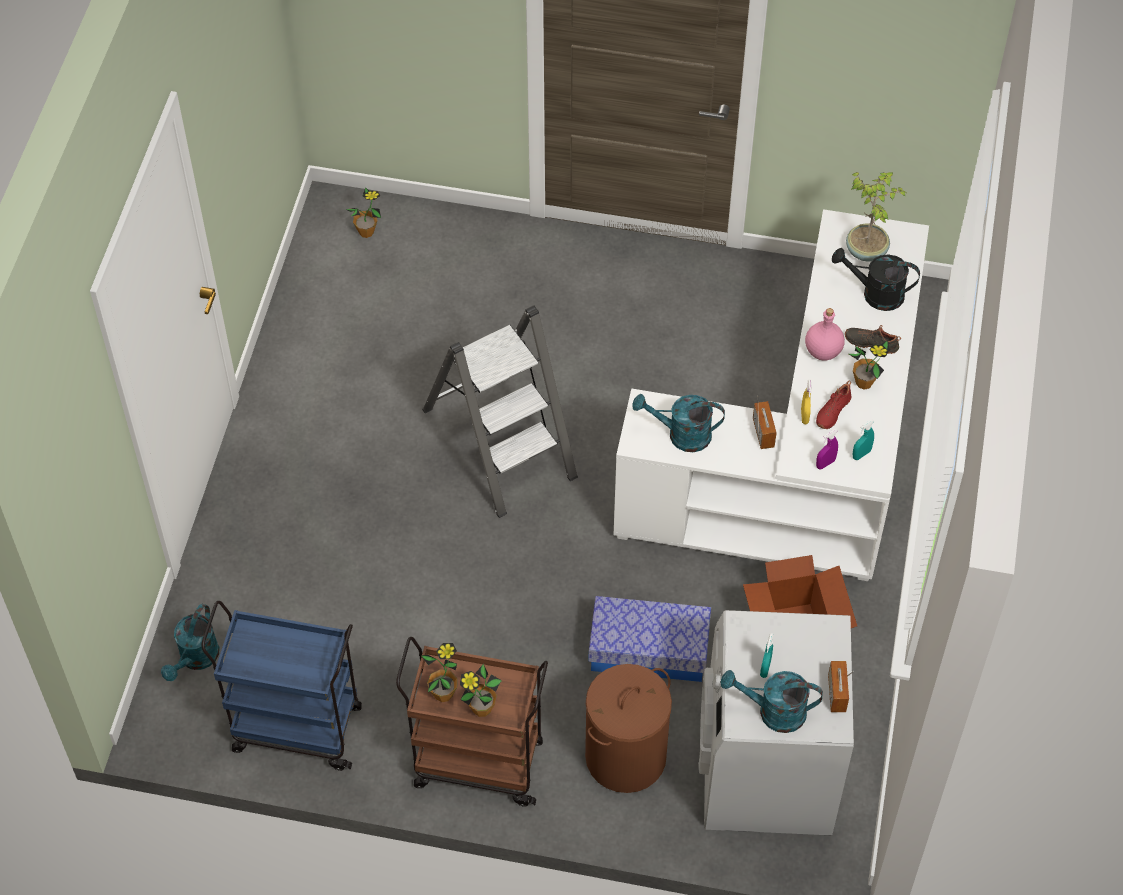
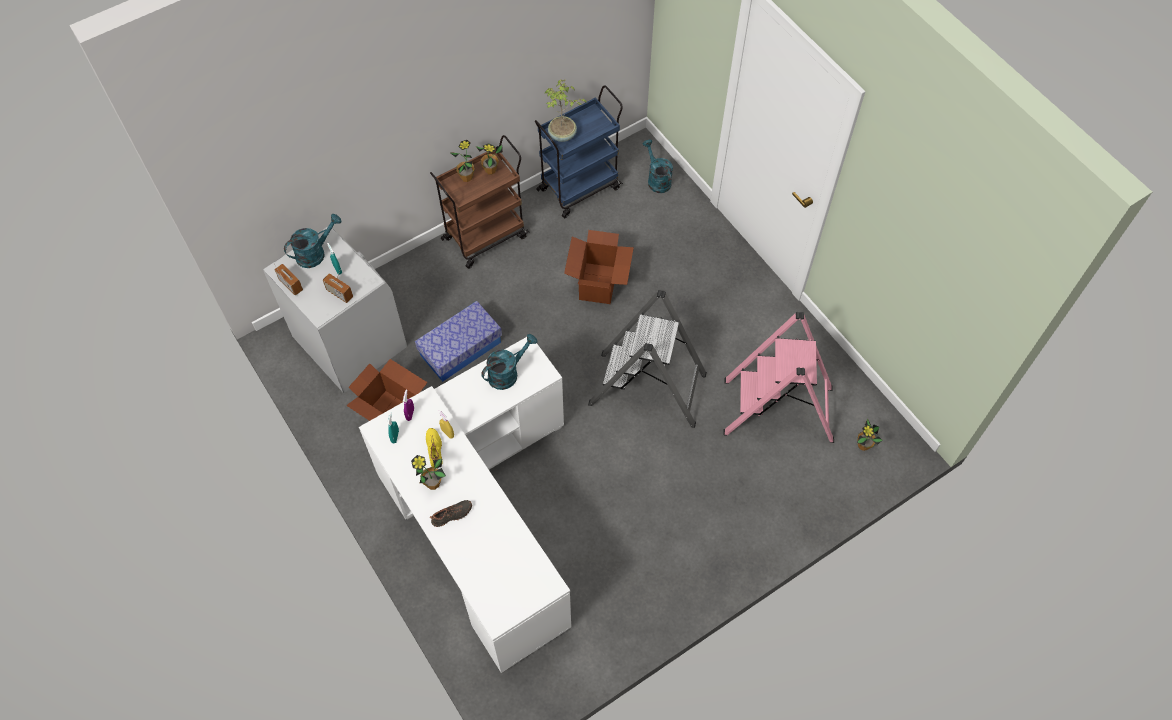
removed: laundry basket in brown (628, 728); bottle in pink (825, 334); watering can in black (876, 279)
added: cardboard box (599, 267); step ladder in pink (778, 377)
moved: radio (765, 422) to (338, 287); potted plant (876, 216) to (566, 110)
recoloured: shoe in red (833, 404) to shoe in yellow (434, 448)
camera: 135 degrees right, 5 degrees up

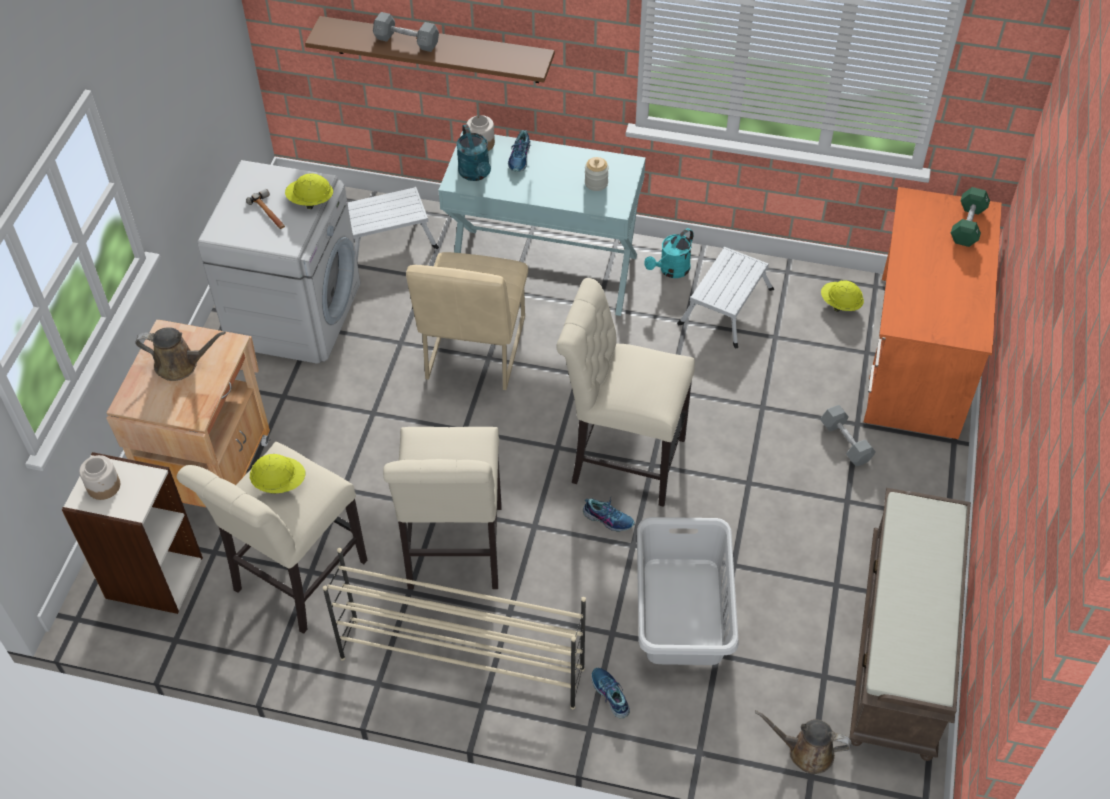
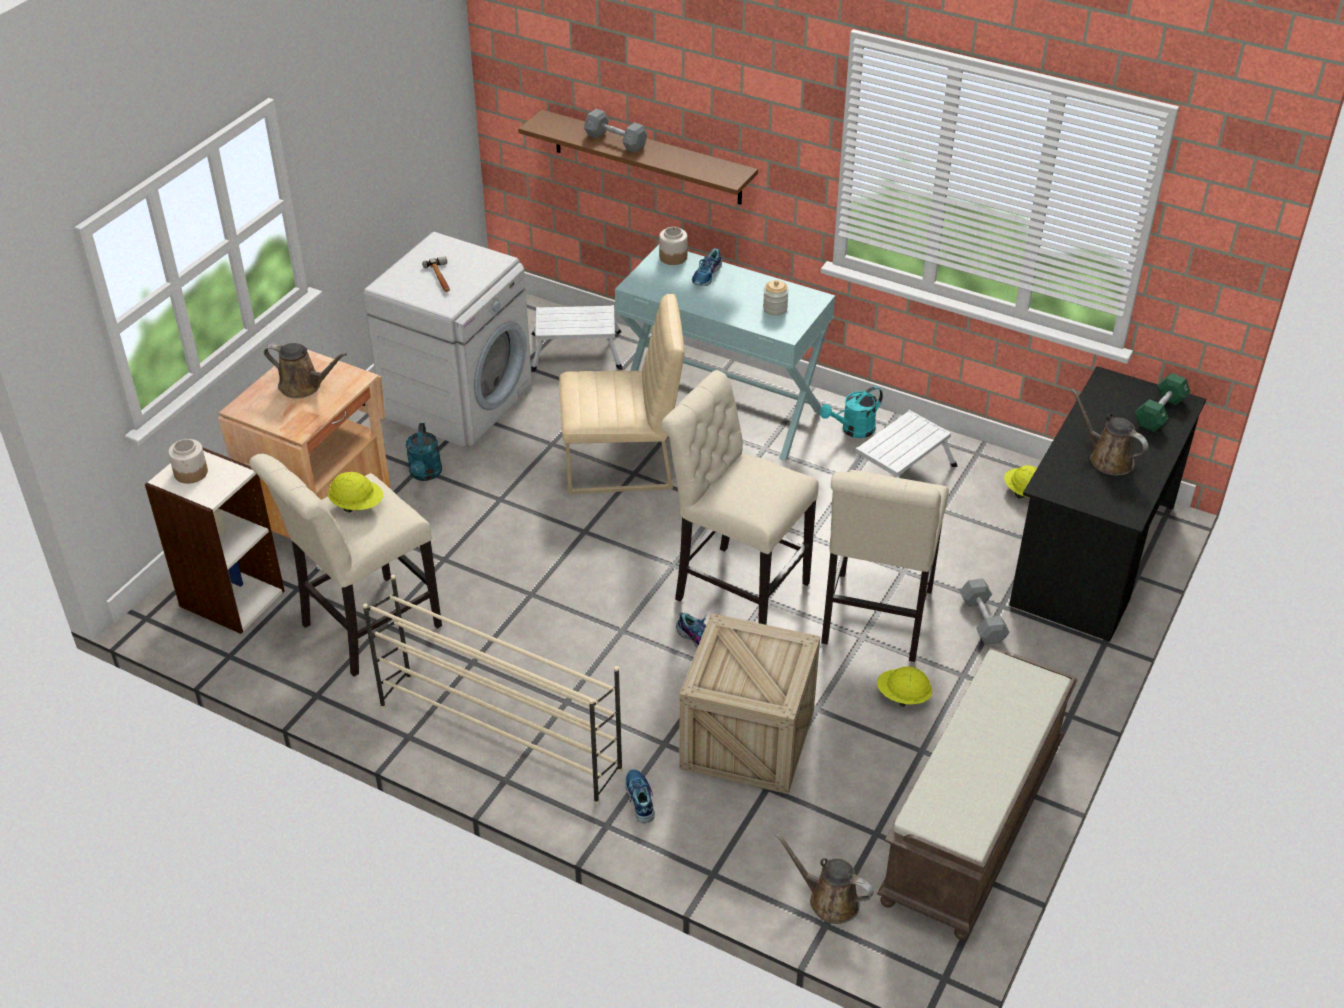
added: watering can in brown (1109, 431)
moved: hard hat in yellow (309, 191) to (905, 686); stool in beige (442, 508) to (885, 566); watering can in turquoise (473, 152) to (424, 452)
replaced: laundry basket in grey (688, 591) to crate (749, 703)
recoloured: desk in orange (933, 313) to desk in black (1107, 504)
turned: chair in beige (467, 321) = (621, 394) 120 degrees counterclockwise
camera: 15 degrees right, 10 degrees down

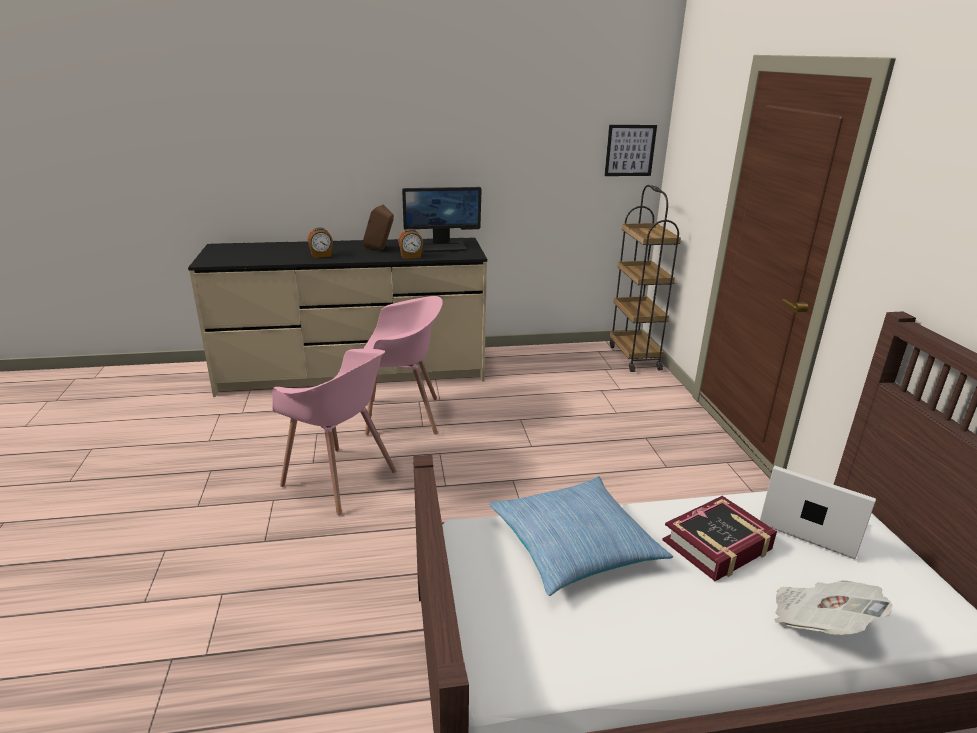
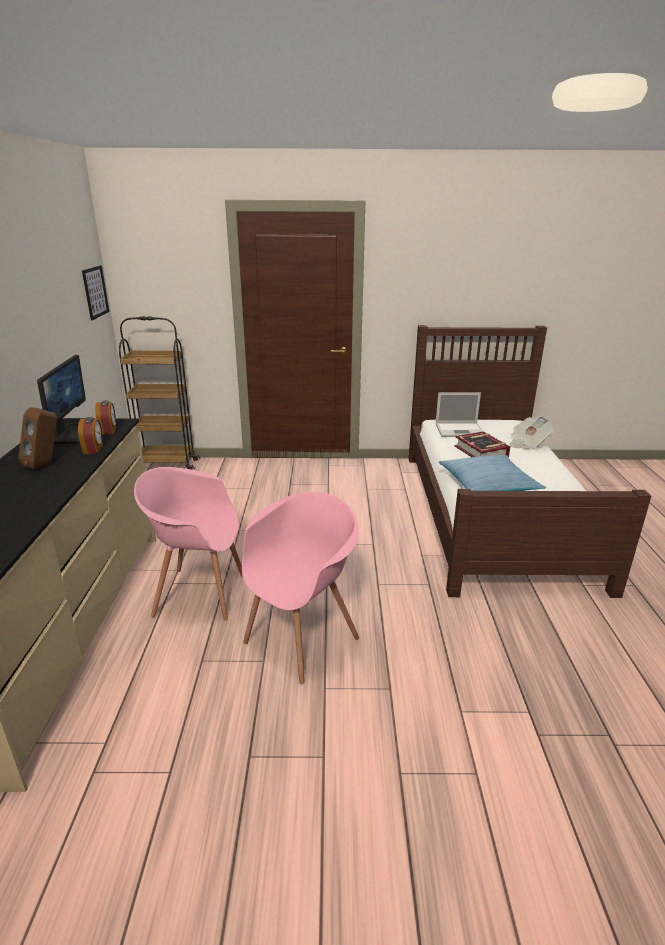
moved: alarm clock (320, 243) to (105, 417)
turned: chair in pink (403, 365) = (188, 544) 90 degrees counterclockwise; laptop (818, 512) = (459, 415) 135 degrees counterclockwise
camera: 80 degrees left, 0 degrees up

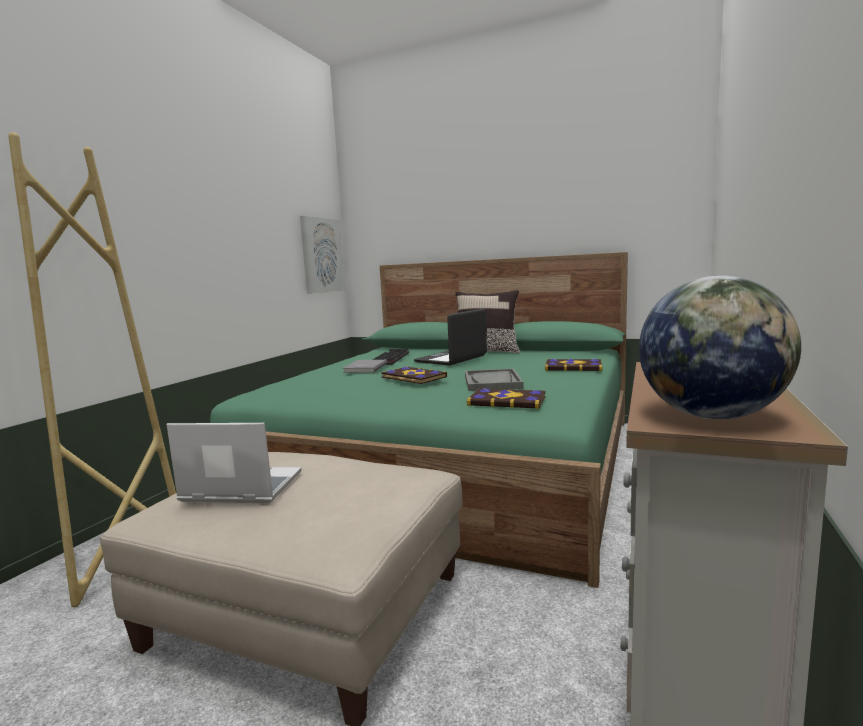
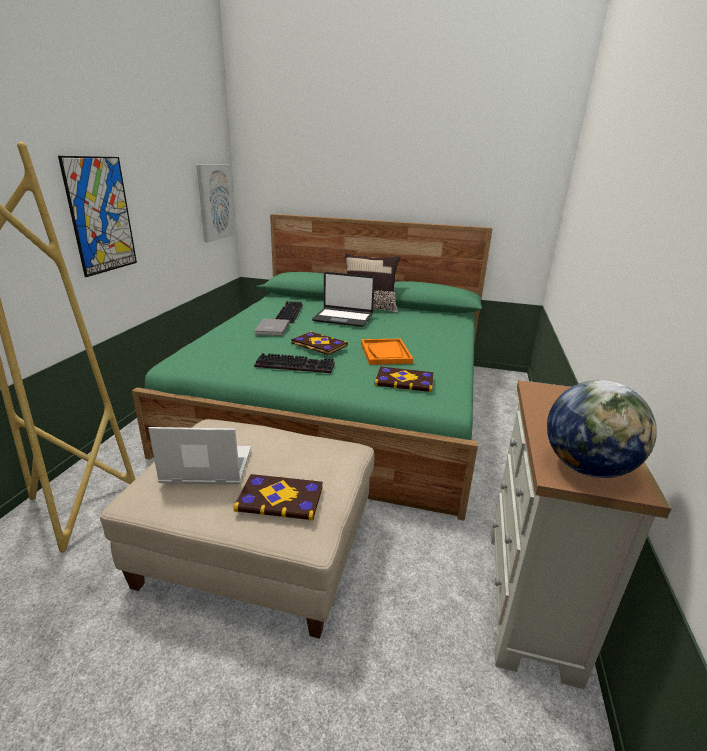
added: picture (97, 216); keyboard (294, 363)
moved: book (573, 365) to (278, 497)
recoloured: tray in grey (494, 379) to tray in orange (387, 352)
turned: laptop (450, 337) = (343, 299) 105 degrees counterclockwise
camera: 10 degrees left, 15 degrees up

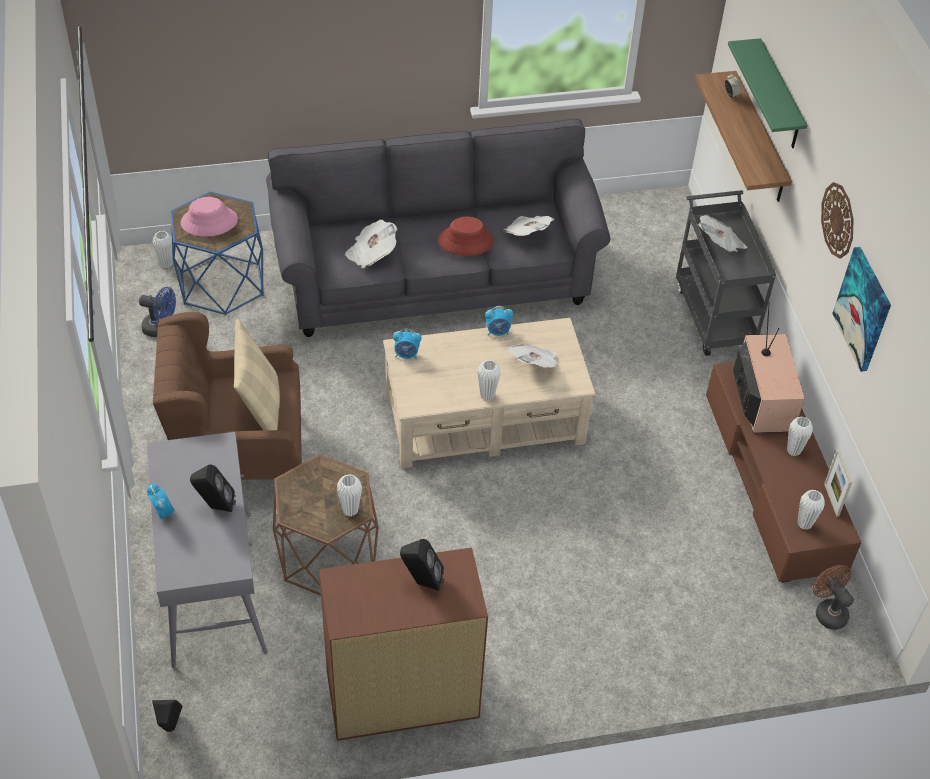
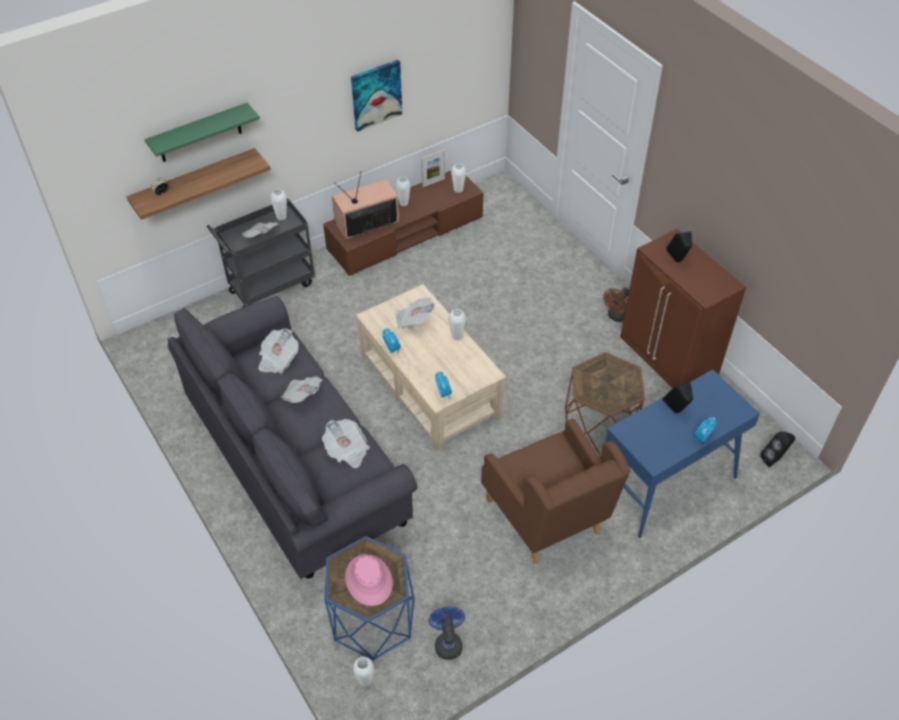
removed: pillow in beige (257, 374); wall clock (837, 220)
moved: vase in white (349, 495) to (278, 204); fan in brown (833, 597) to (616, 305)
replaced: hat in red (466, 236) to newspaper (301, 389)
recoloured: console table in grey (207, 550) to console table in blue (682, 454)
camera: 110 degrees left, 0 degrees up

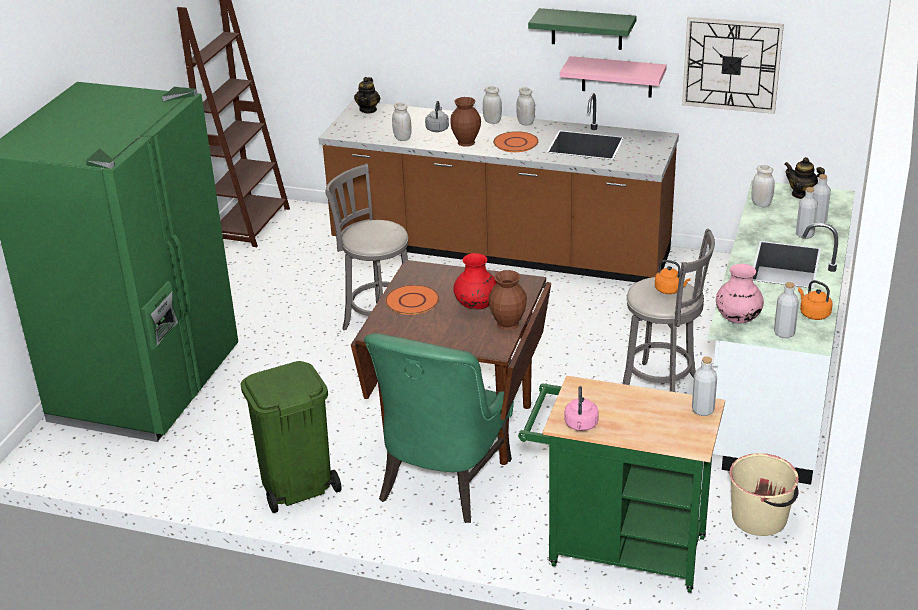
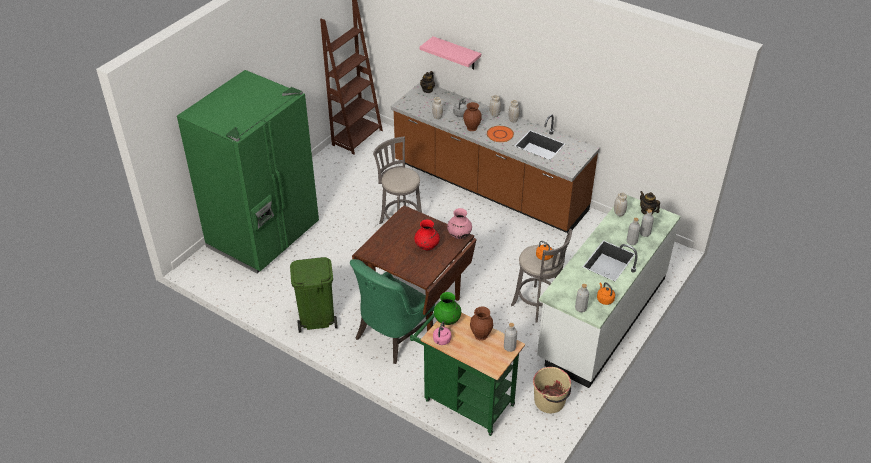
removed: plate in orange (412, 300); shelf in green (582, 29); wall clock (733, 65)
added: vase in green (447, 308)
moved: vase in brown (507, 300) to (481, 323); shelf in pink (613, 76) to (450, 52); vase in pink (740, 293) to (459, 223)
camera: 15 degrees right, 10 degrees up

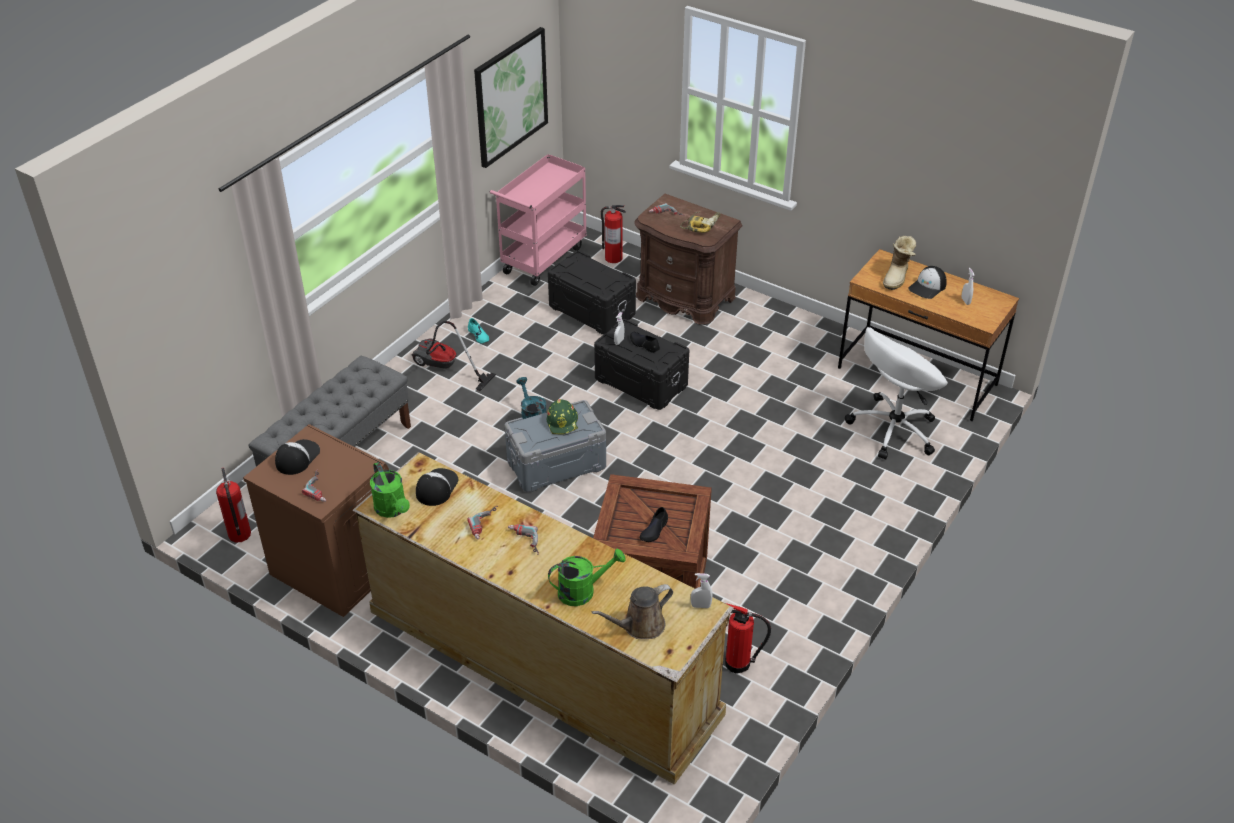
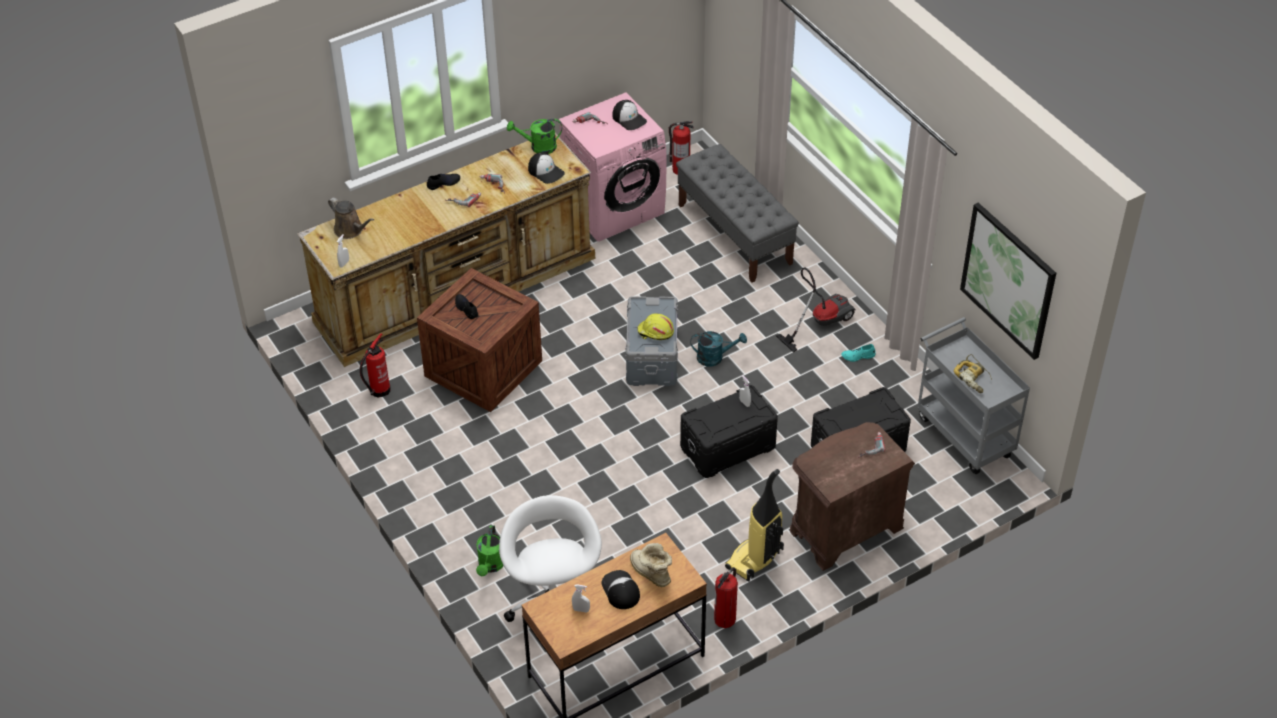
added: vacuum cleaner (754, 525)
moved: watering can in green (587, 577) to (490, 550); fire extinguisher (613, 234) to (726, 597); shoe in black (645, 342) to (443, 182); power drill (700, 222) to (972, 373)
recoloured: washing machine in brown (316, 520) to washing machine in pink (612, 167); cart in pink (538, 220) to cart in grey (973, 395); hard hat in green (562, 416) to hard hat in yellow (655, 326)
turned: watering can in brown (632, 611) = (351, 218) 135 degrees clockwise
camera: 115 degrees right, 5 degrees up

